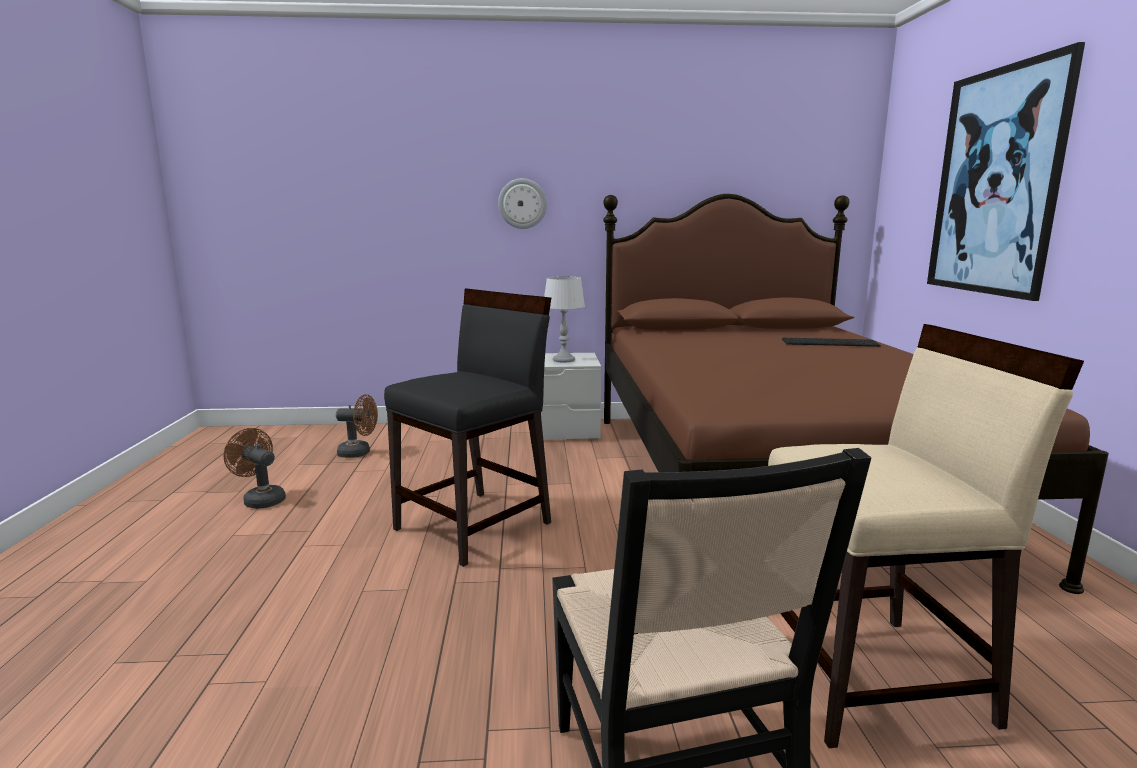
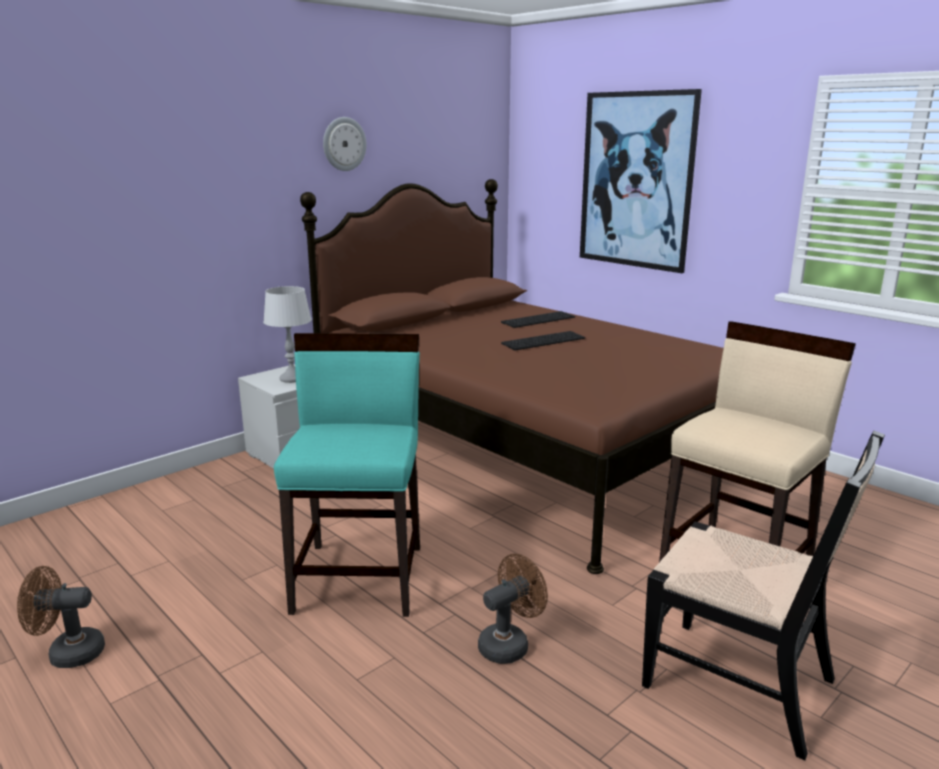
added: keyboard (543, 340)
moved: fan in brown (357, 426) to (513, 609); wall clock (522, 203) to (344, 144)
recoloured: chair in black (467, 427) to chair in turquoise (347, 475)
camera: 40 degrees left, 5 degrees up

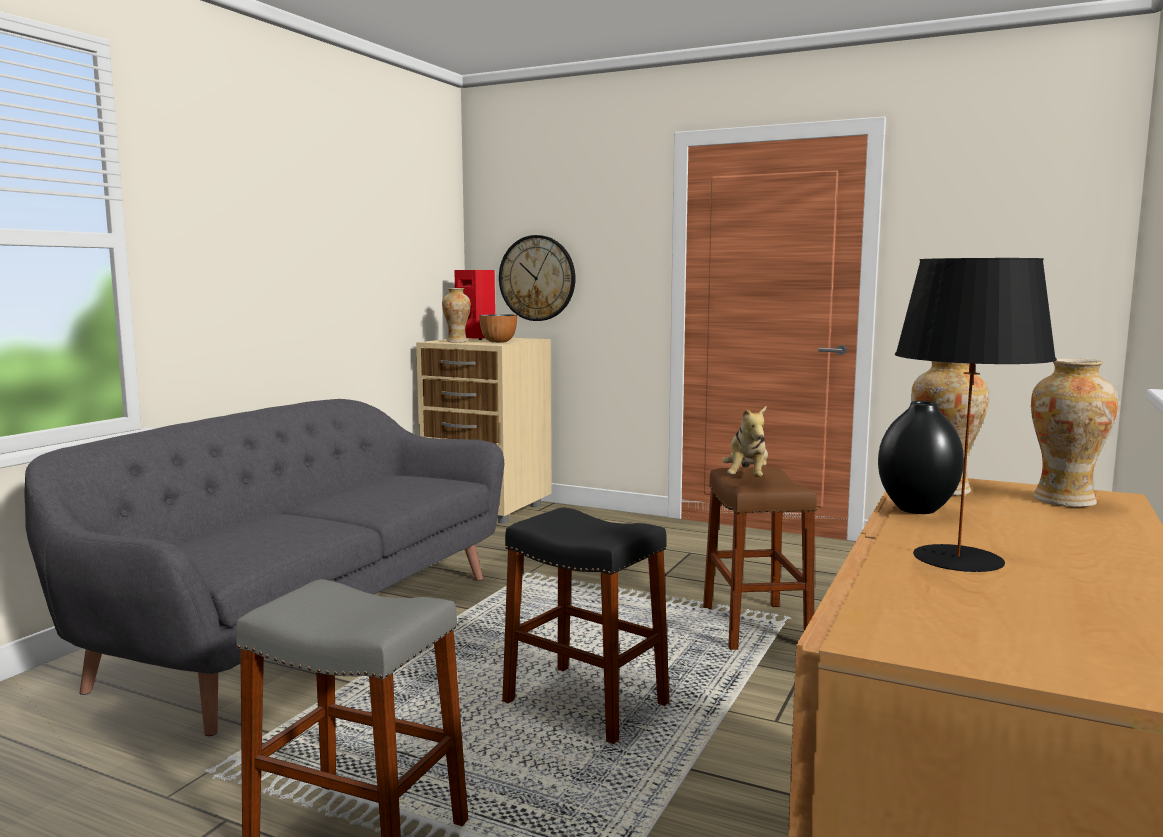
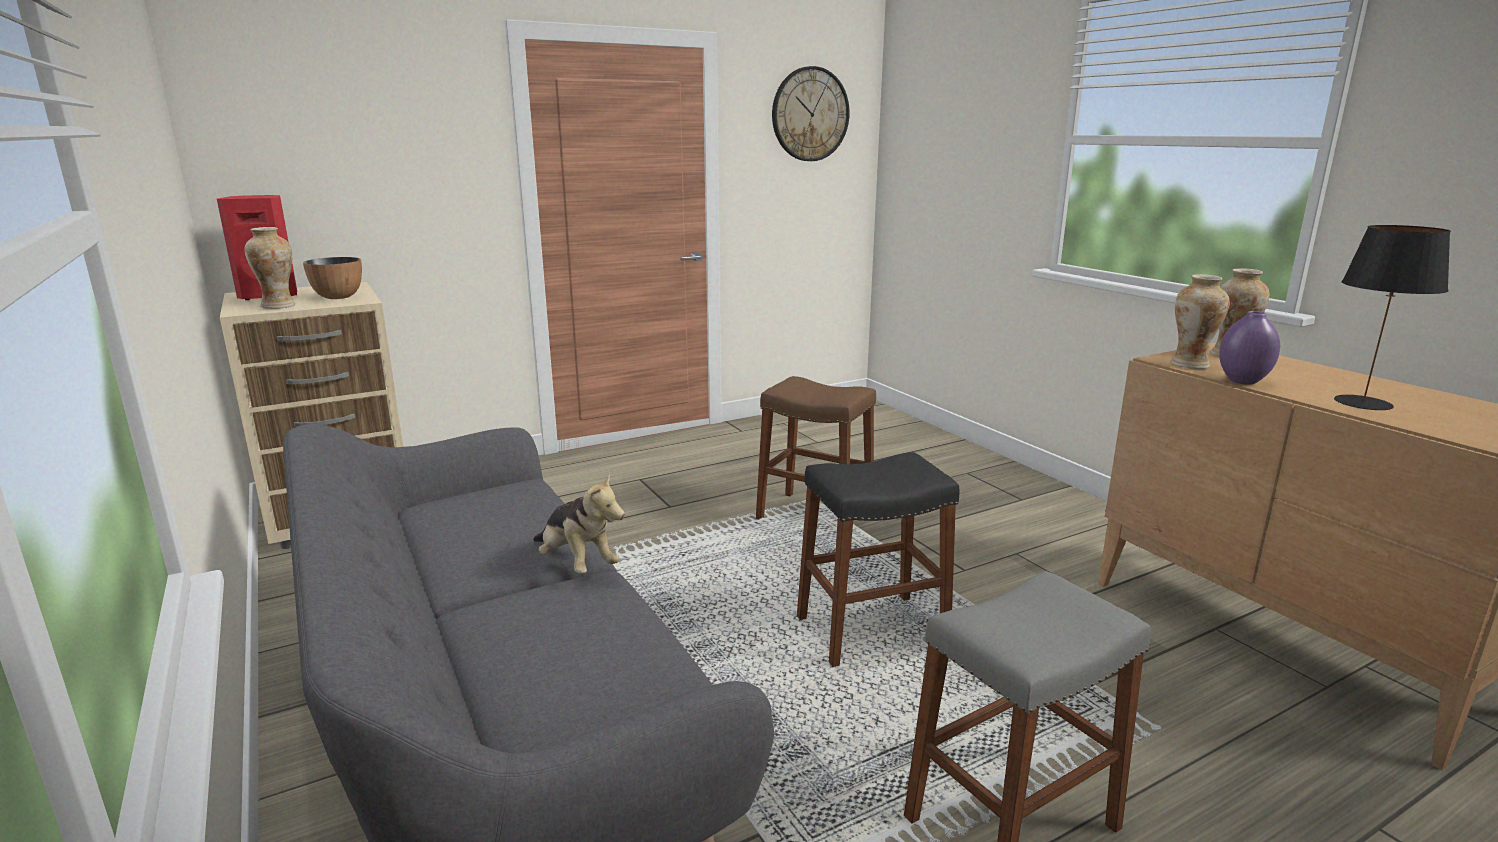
moved: wall clock (537, 278) to (811, 113); plush toy (745, 441) to (579, 523)
recoloured: vase in black (921, 457) to vase in purple (1249, 348)
camera: 55 degrees left, 10 degrees up

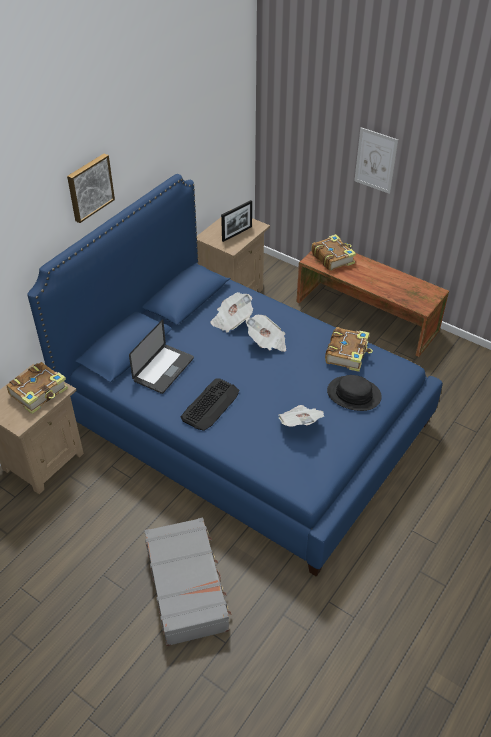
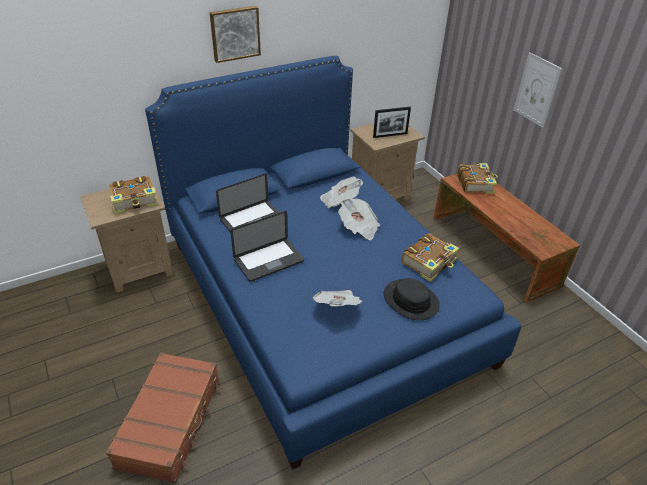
replaced: keyboard (210, 405) to laptop (267, 246)
recoloured: suitcase in grey (188, 581) to suitcase in brown (163, 418)
camera: 25 degrees right, 5 degrees down

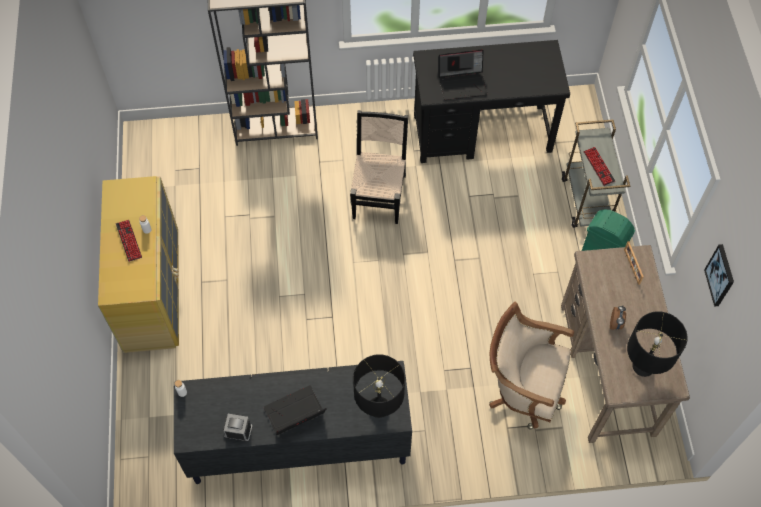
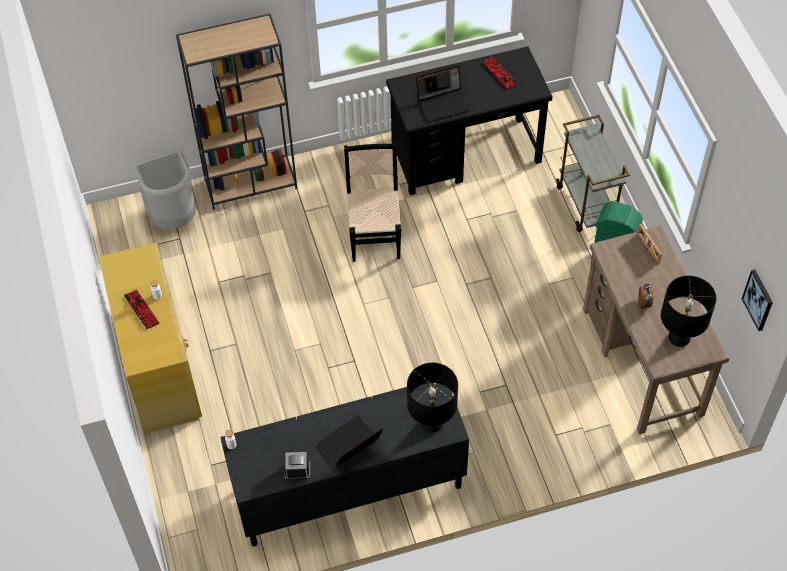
removed: office chair (531, 366)
added: trash can in grey (165, 189)
moved: keyboard (599, 166) to (500, 73); picture (719, 275) to (757, 300)
camera: 10 degrees left, 5 degrees down

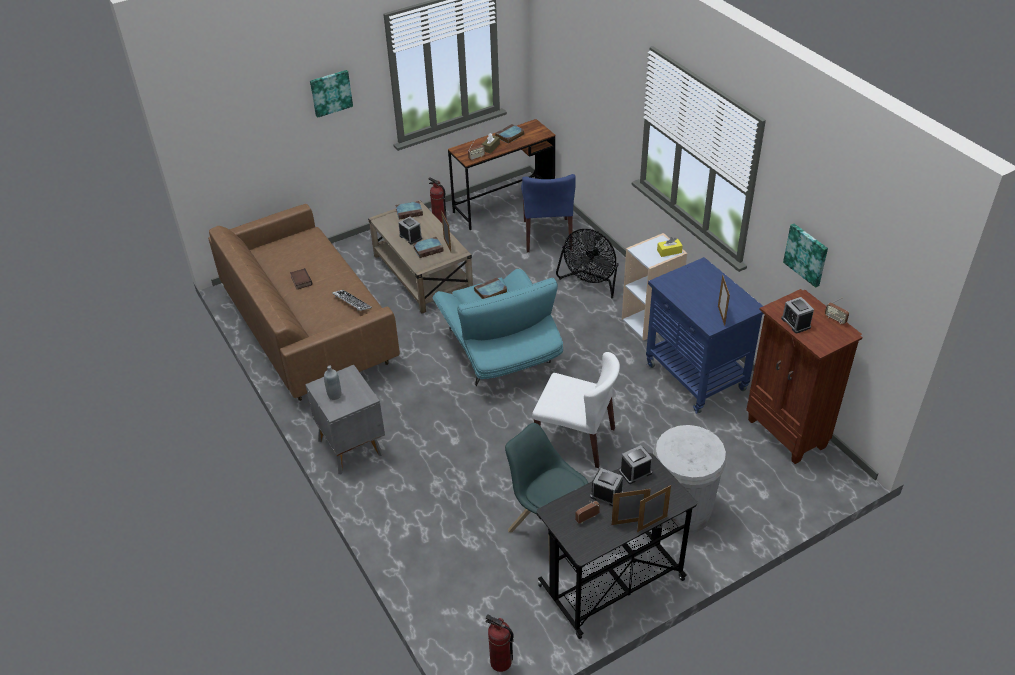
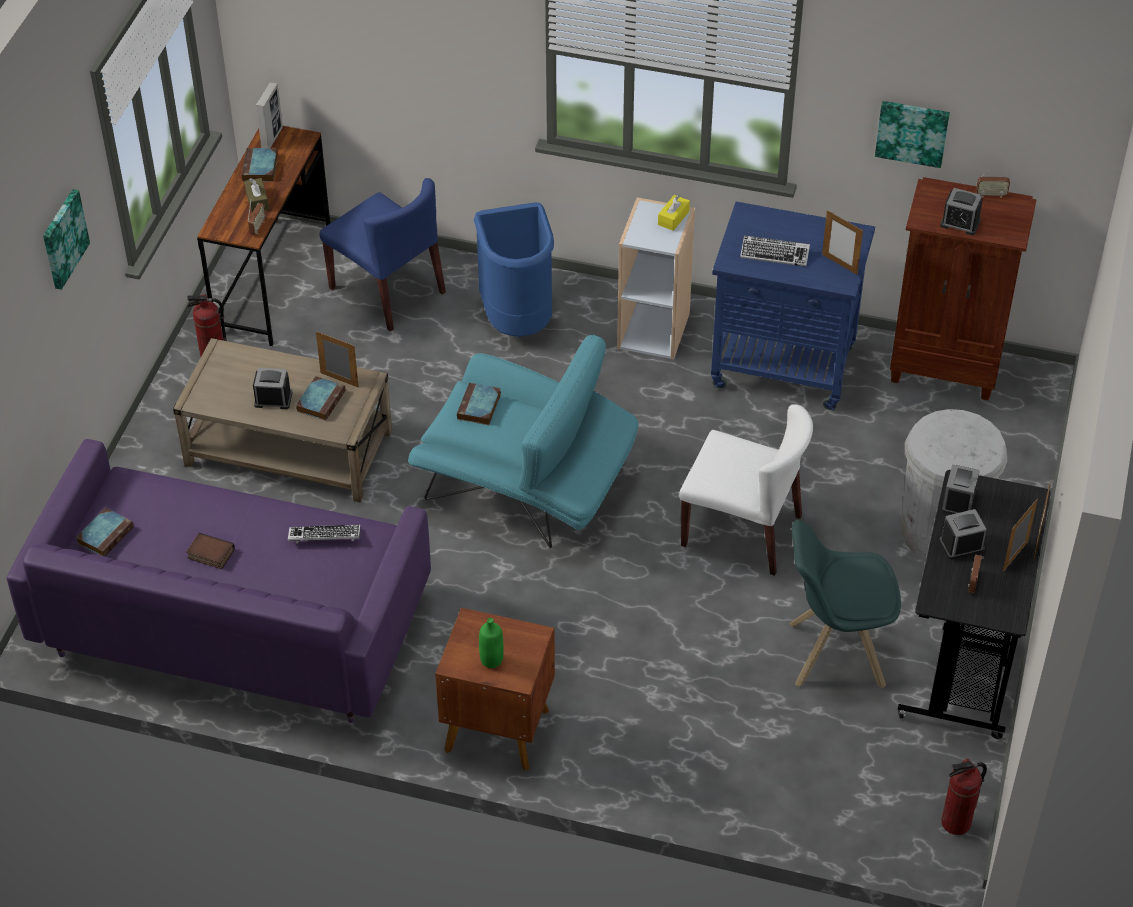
added: picture frame (269, 115); keyboard (775, 251)
moved: book (409, 210) to (105, 532)
replaced: fan in black (587, 263) to trash can in blue (514, 270)
recoloured: sofa in brown (304, 302) to sofa in purple (218, 581); nightstand in grey (345, 419) to nightstand in brown (495, 689); bottle in grey (332, 382) to bottle in green (491, 643)
turned: chair in white (576, 410) = (746, 490) 45 degrees clockwise
camera: 45 degrees left, 5 degrees up

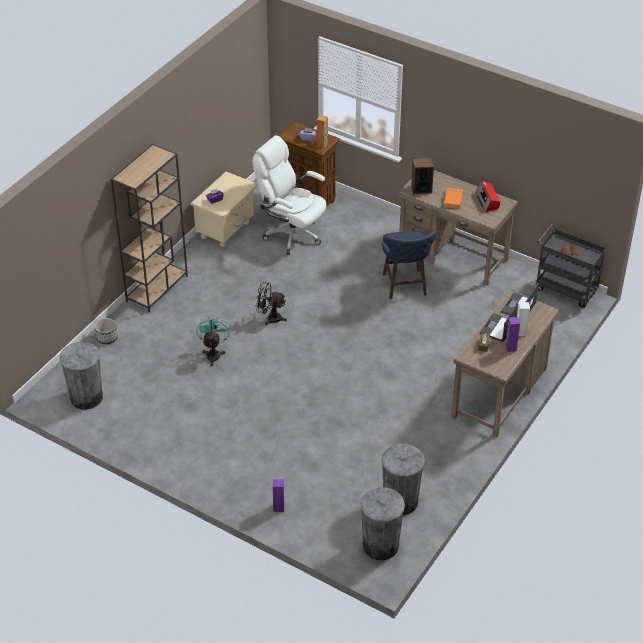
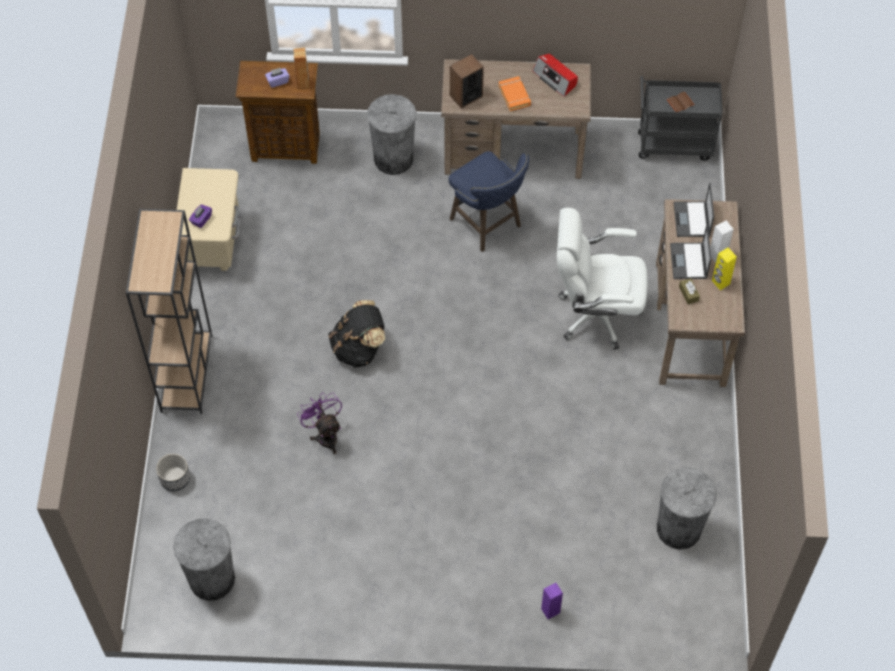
moved: office chair in white (289, 195) to (602, 279); trash can in grey (382, 523) to (391, 134)
replaced: fan in black (271, 303) to backpack in black (357, 334)
recoloured: fan in turquoise (213, 341) to fan in purple (319, 423); speaker in purple (512, 334) to speaker in yellow (724, 269)
camera: 30 degrees left, 15 degrees up

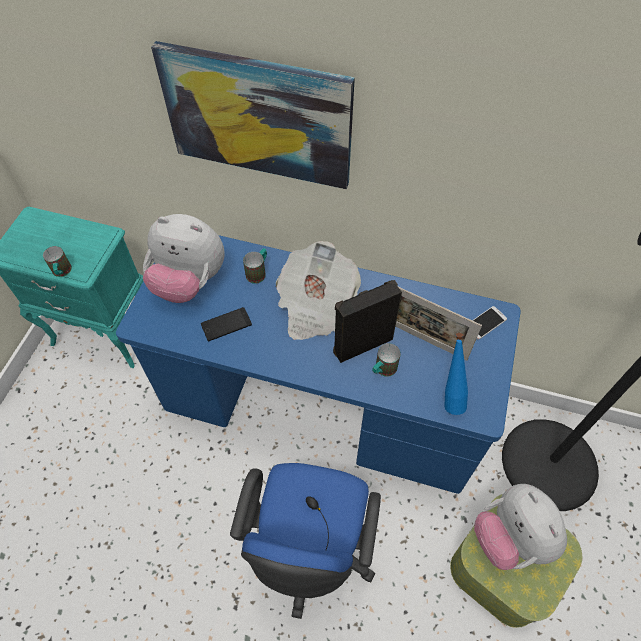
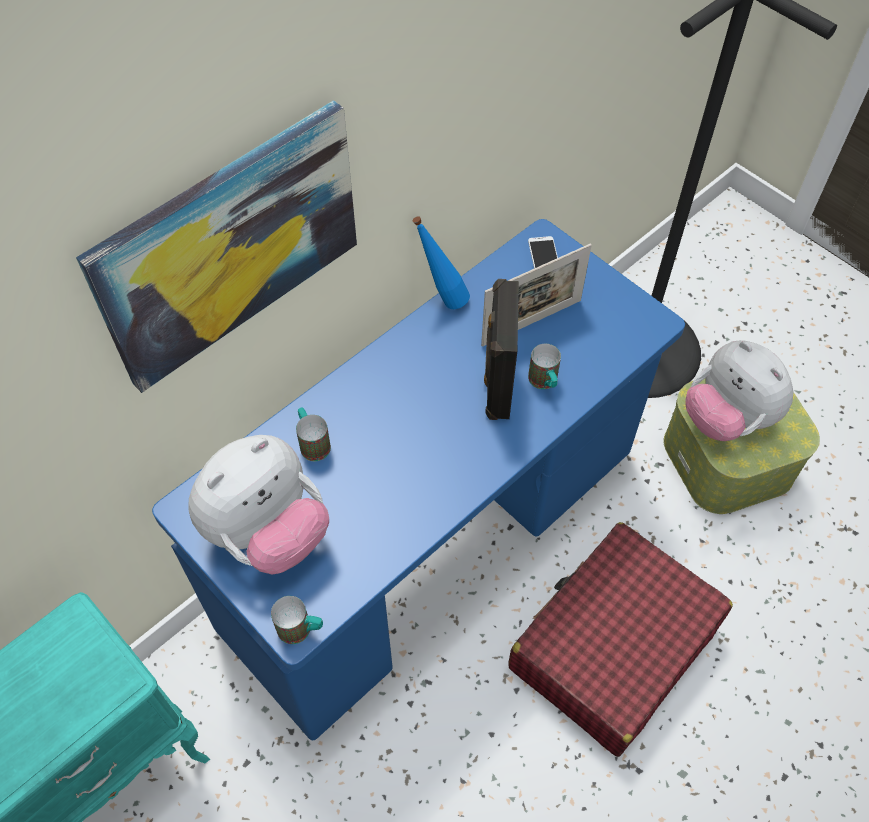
removed: phone (226, 324); newspaper (318, 290)
moved: mug (57, 261) to (297, 620); bottle in blue (456, 374) to (441, 262)
replaced: office chair in blue (305, 541) to suitcase in red (621, 639)
turned: plush toy (520, 527) = (739, 390) 45 degrees clockwise
camera: 60 degrees left, 0 degrees up

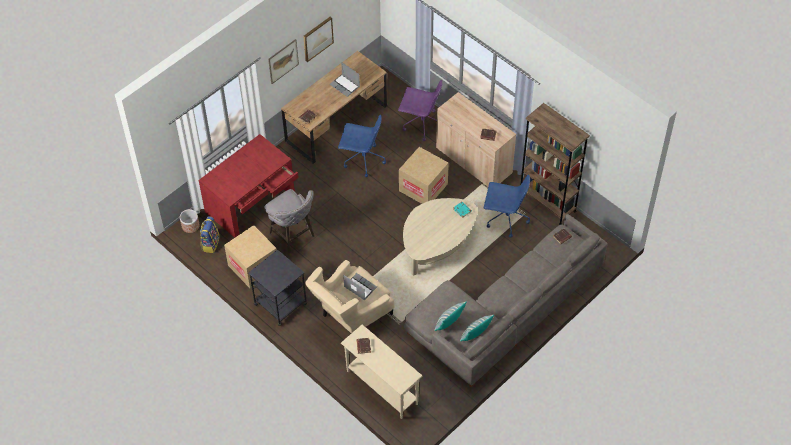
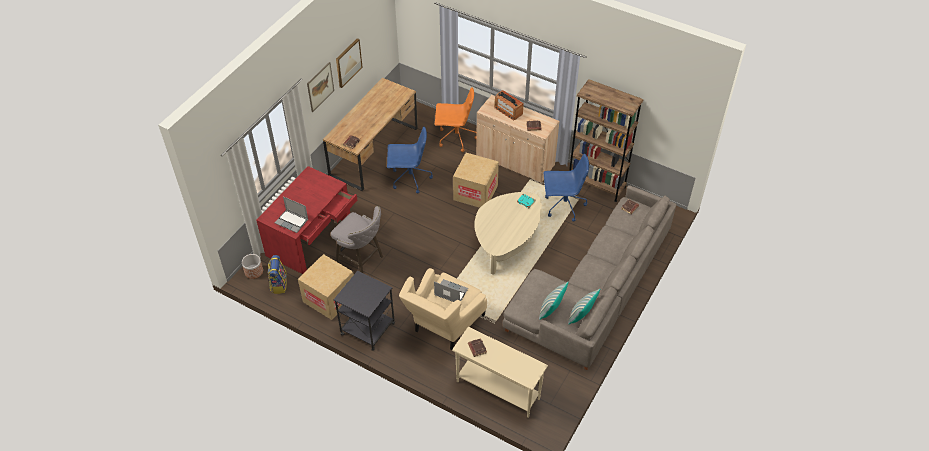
added: radio (509, 105)
moved: laptop (345, 79) to (291, 214)
recoloured: office chair in purple (420, 110) to office chair in orange (456, 119)
camera: 15 degrees left, 5 degrees down

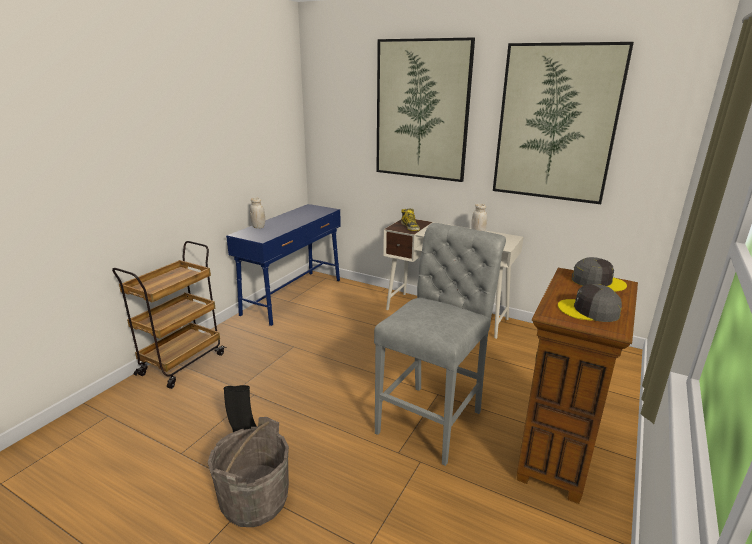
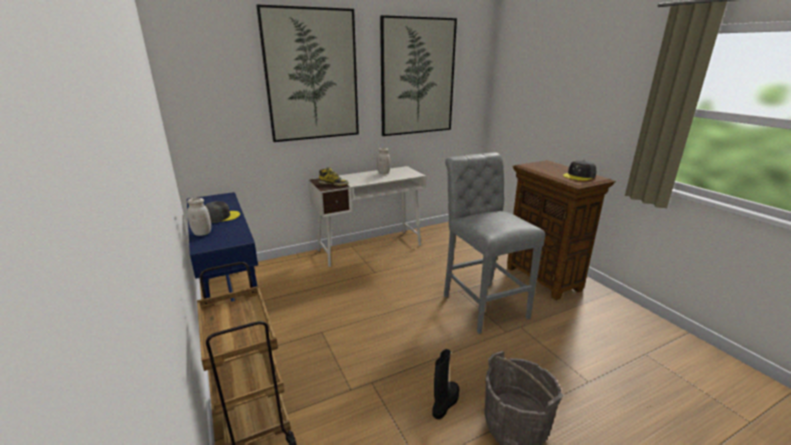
moved: cap in grey (599, 274) to (222, 212)
camera: 55 degrees left, 0 degrees up

